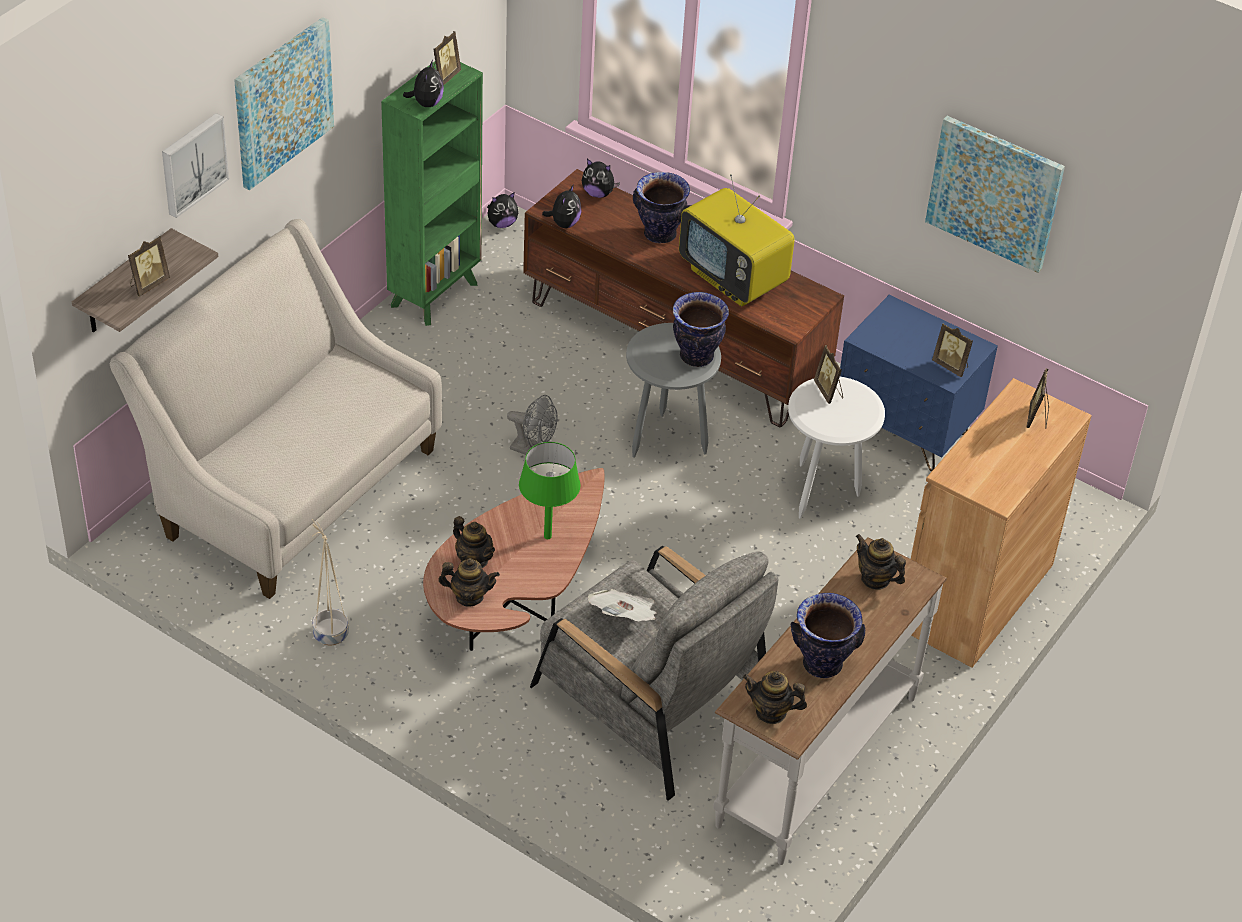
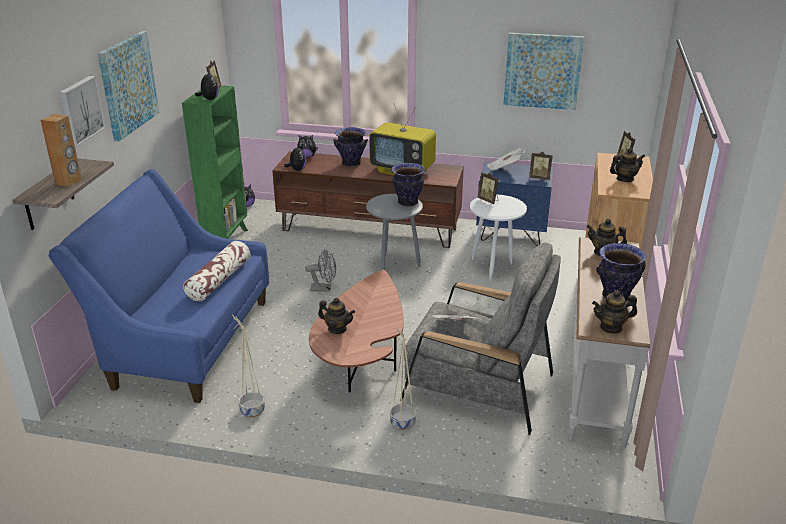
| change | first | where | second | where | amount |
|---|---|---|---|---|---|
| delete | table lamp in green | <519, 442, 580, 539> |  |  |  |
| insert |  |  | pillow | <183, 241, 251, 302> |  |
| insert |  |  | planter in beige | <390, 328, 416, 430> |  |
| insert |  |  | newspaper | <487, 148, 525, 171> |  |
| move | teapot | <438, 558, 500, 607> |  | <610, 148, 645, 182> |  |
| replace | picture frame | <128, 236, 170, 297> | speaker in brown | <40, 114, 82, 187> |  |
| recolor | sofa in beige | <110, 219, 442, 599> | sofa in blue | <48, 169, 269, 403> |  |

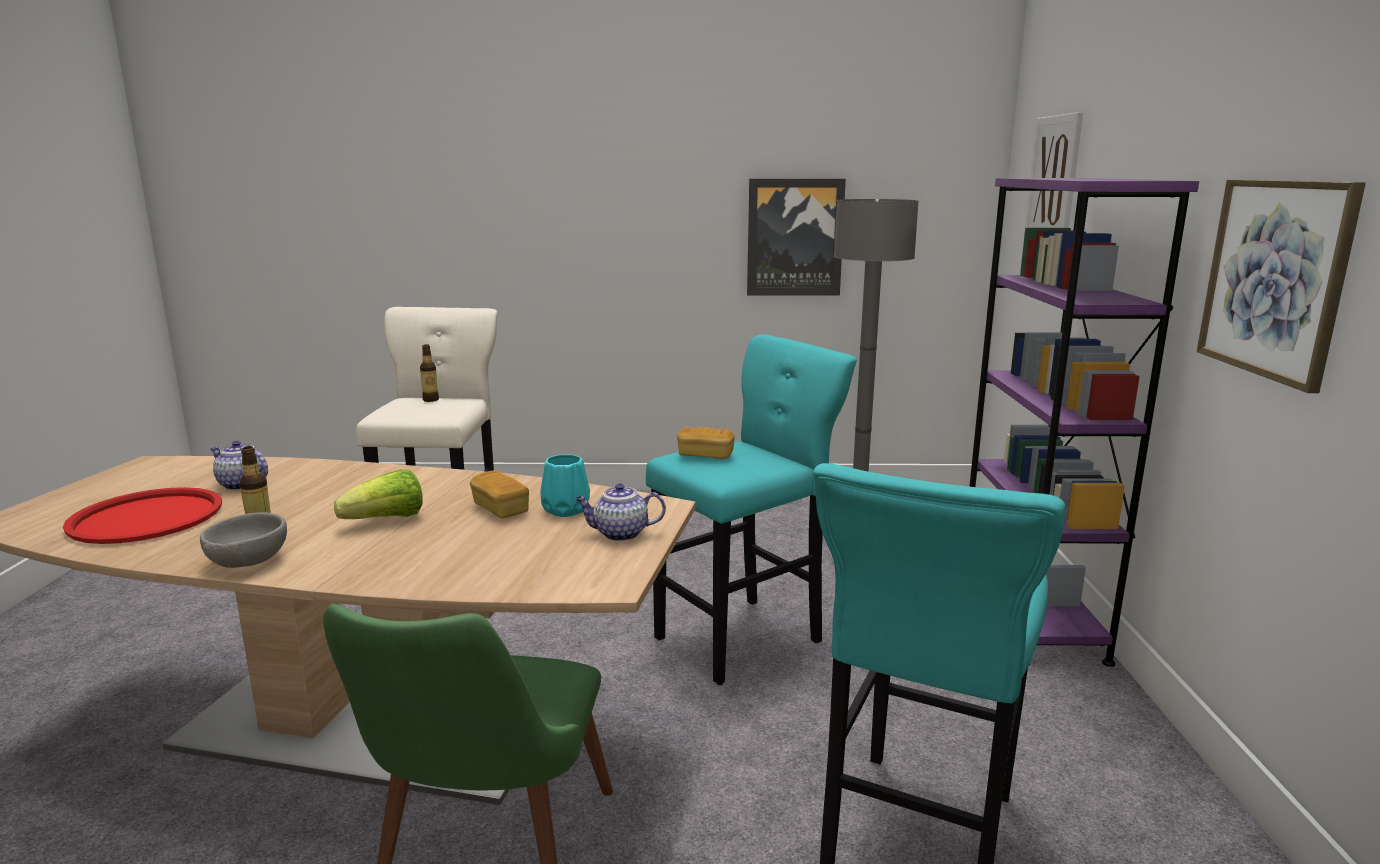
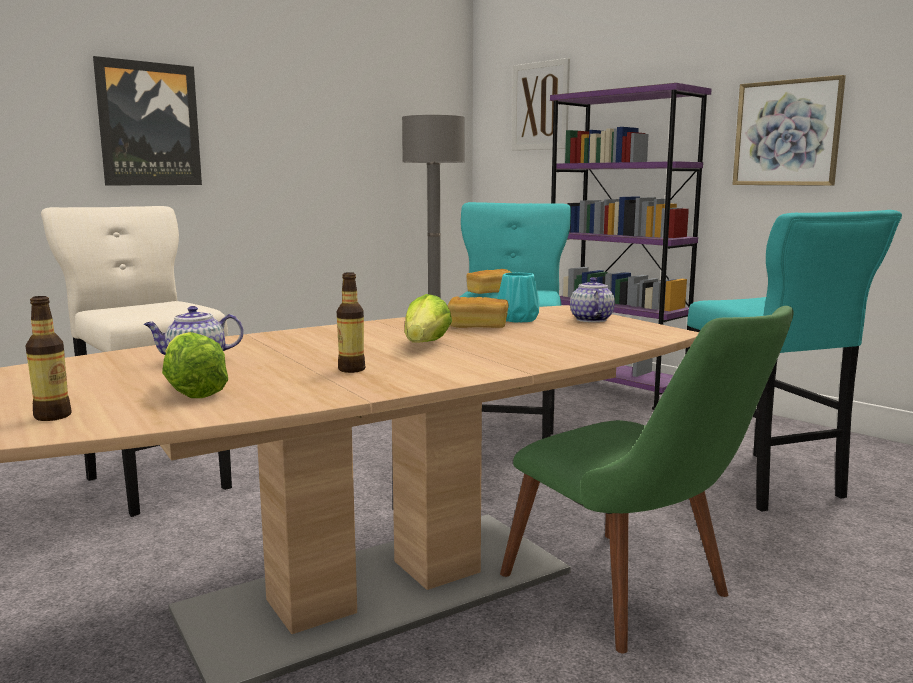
| change | first | where | second | where | amount |
|---|---|---|---|---|---|
| delete | bowl in grey | <200, 513, 287, 568> |  |  |  |
| move | bottle | <420, 345, 439, 402> |  | <25, 296, 71, 421> |  |
| move | picture | <747, 179, 846, 296> |  | <93, 56, 202, 186> |  |
| replace | tray in red | <63, 487, 222, 544> | lettuce | <162, 332, 228, 398> |  |
| rotate | teapot | <575, 483, 666, 541> |  | <570, 277, 615, 322> | 135 degrees clockwise |

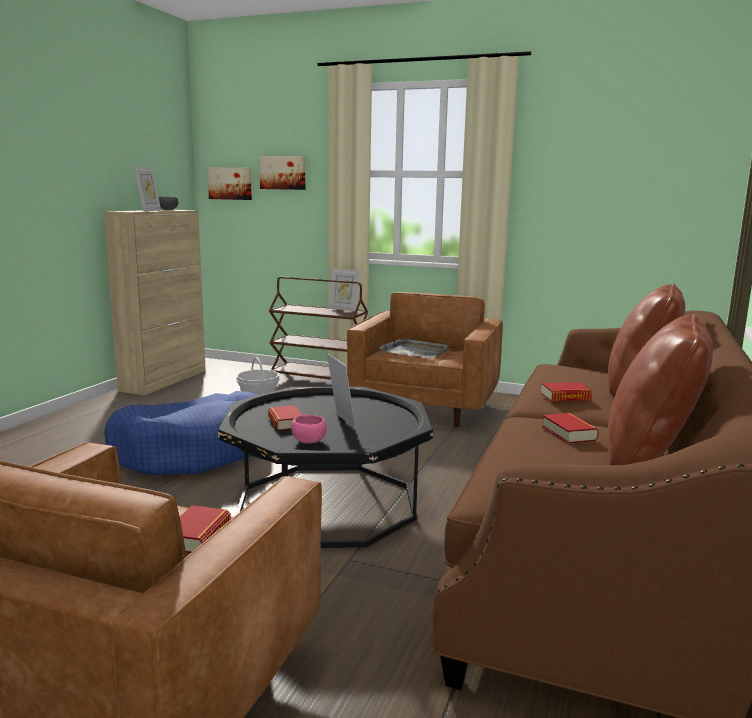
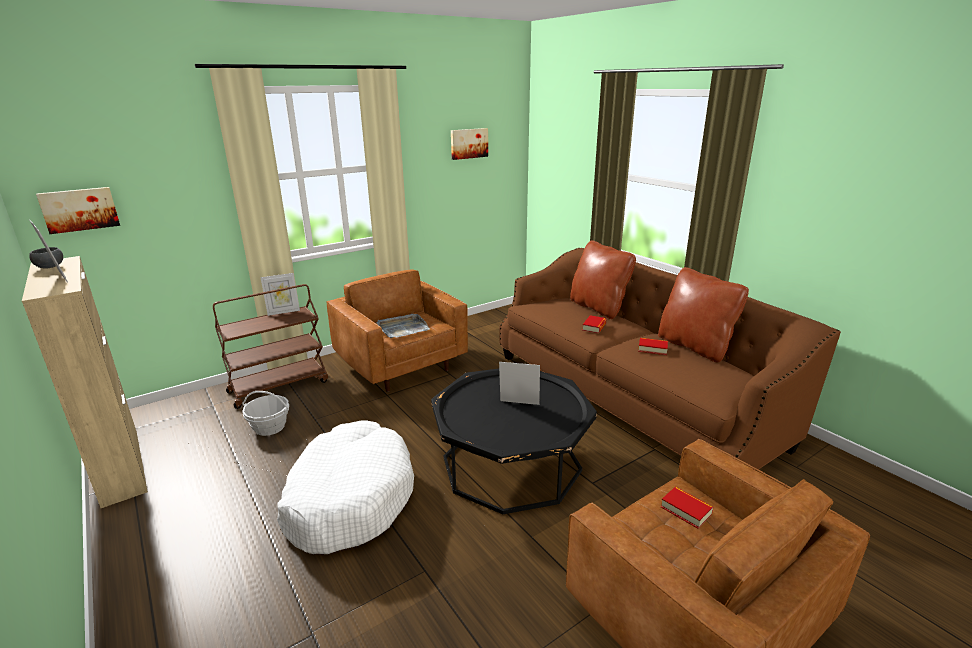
| change | first | where | second | where | amount |
|---|---|---|---|---|---|
| delete | book | <268, 405, 302, 431> |  |  |  |
| delete | bowl in pink | <291, 415, 327, 444> |  |  |  |
| move | picture | <259, 156, 305, 190> |  | <451, 128, 488, 160> |  |
| recolor | dog bed in blue | <104, 391, 258, 475> | dog bed in white | <277, 420, 414, 554> |  |

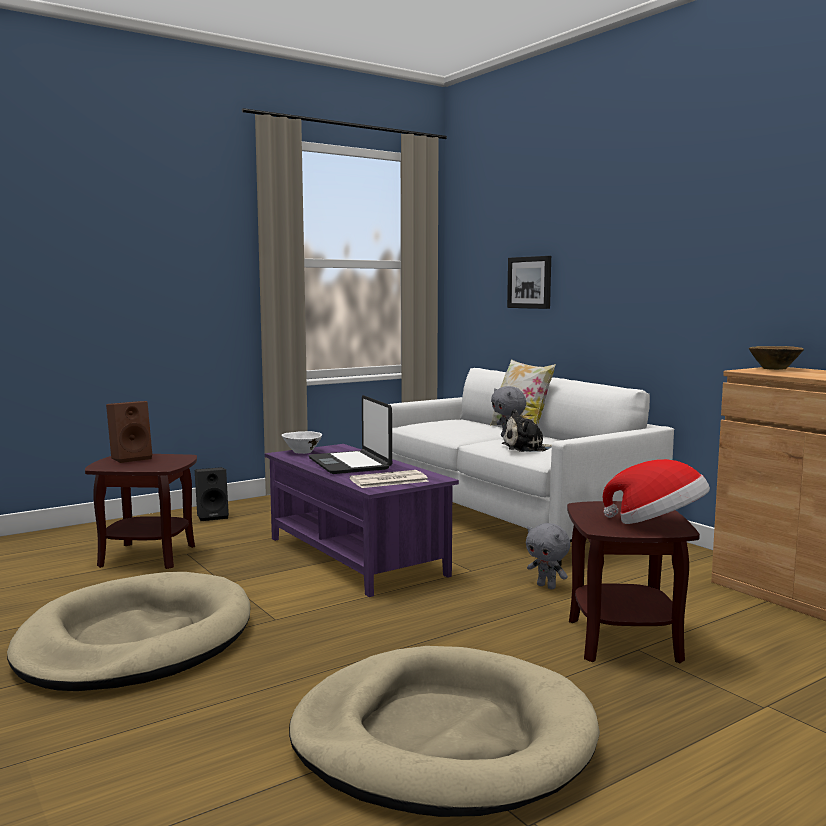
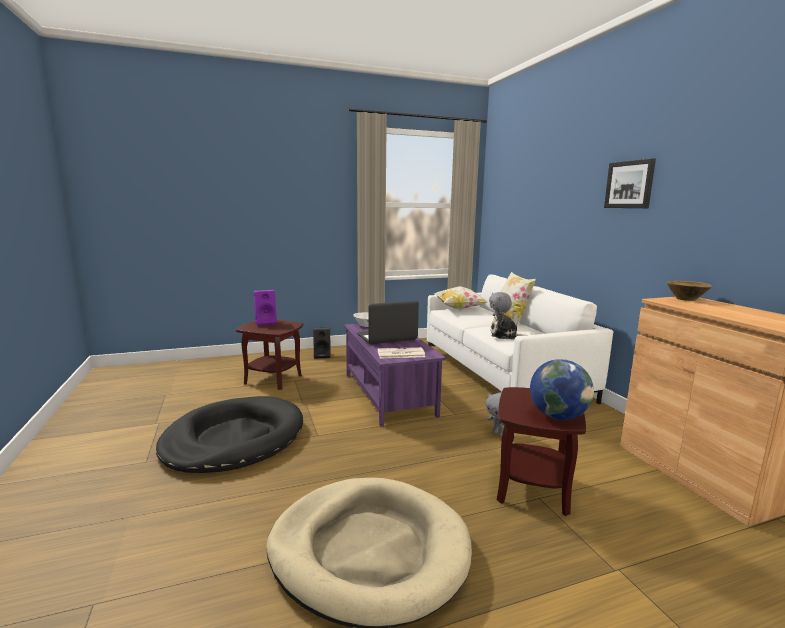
| change | first | where | second | where | amount |
|---|---|---|---|---|---|
| insert |  |  | pillow | <434, 286, 488, 310> |  |
| move | picture | <507, 256, 551, 309> |  | <604, 158, 656, 208> |  |
| replace | hat | <602, 459, 710, 524> | globe | <530, 359, 594, 420> |  |
| recolor | dog bed in beige | <7, 572, 250, 691> | dog bed in black | <156, 396, 303, 473> |  |
| recolor | speaker in brown | <106, 401, 152, 463> | speaker in purple | <254, 290, 277, 326> |  |
| rotate | laptop | <308, 395, 392, 474> |  | <357, 301, 419, 344> | 75 degrees clockwise |

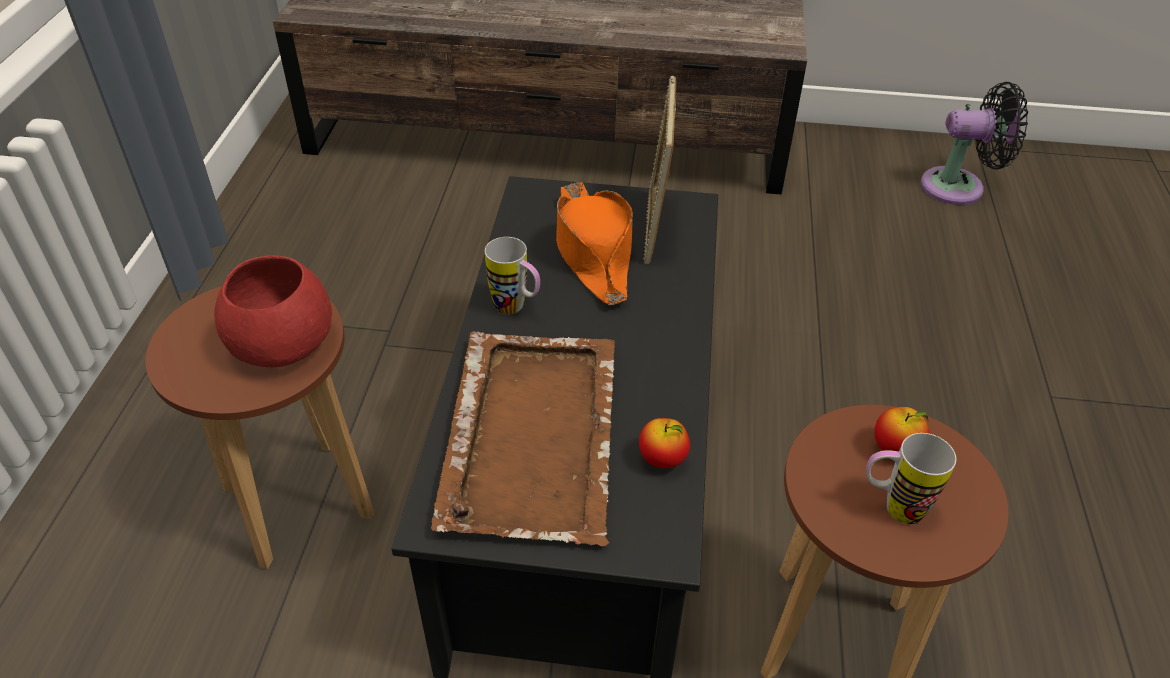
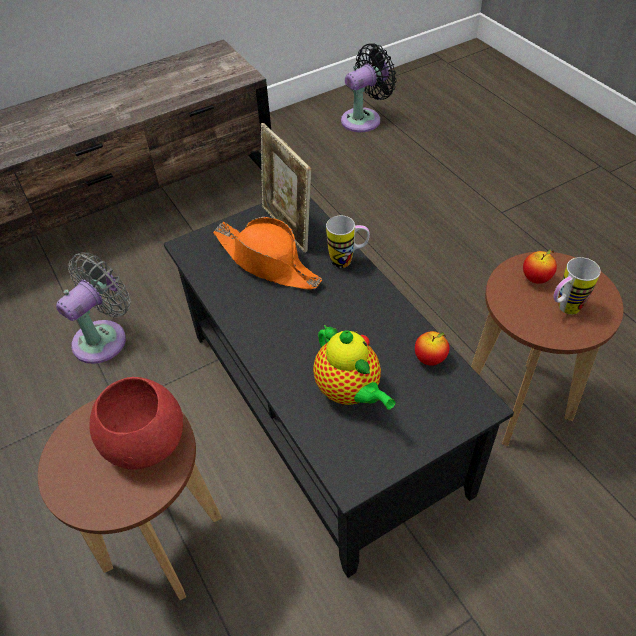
| change | first | where | second | where | amount |
|---|---|---|---|---|---|
| insert |  |  | fan in grey | <56, 252, 131, 364> |  |
| move | mug | <485, 237, 540, 314> |  | <326, 215, 370, 268> |  |
| replace | tray in brown | <431, 331, 615, 546> | teapot | <313, 325, 396, 410> |  |

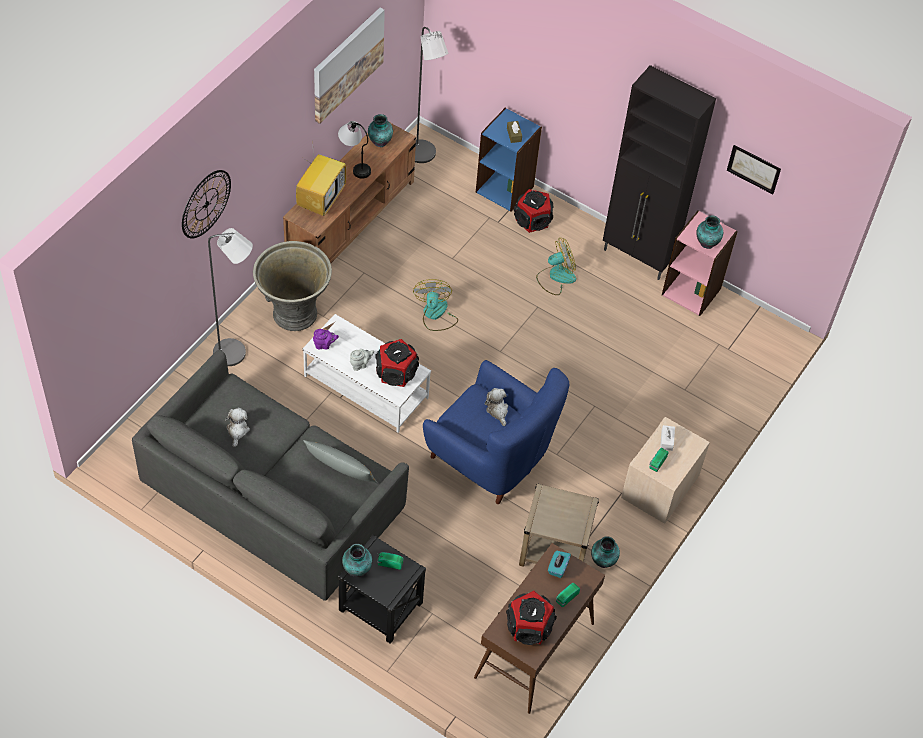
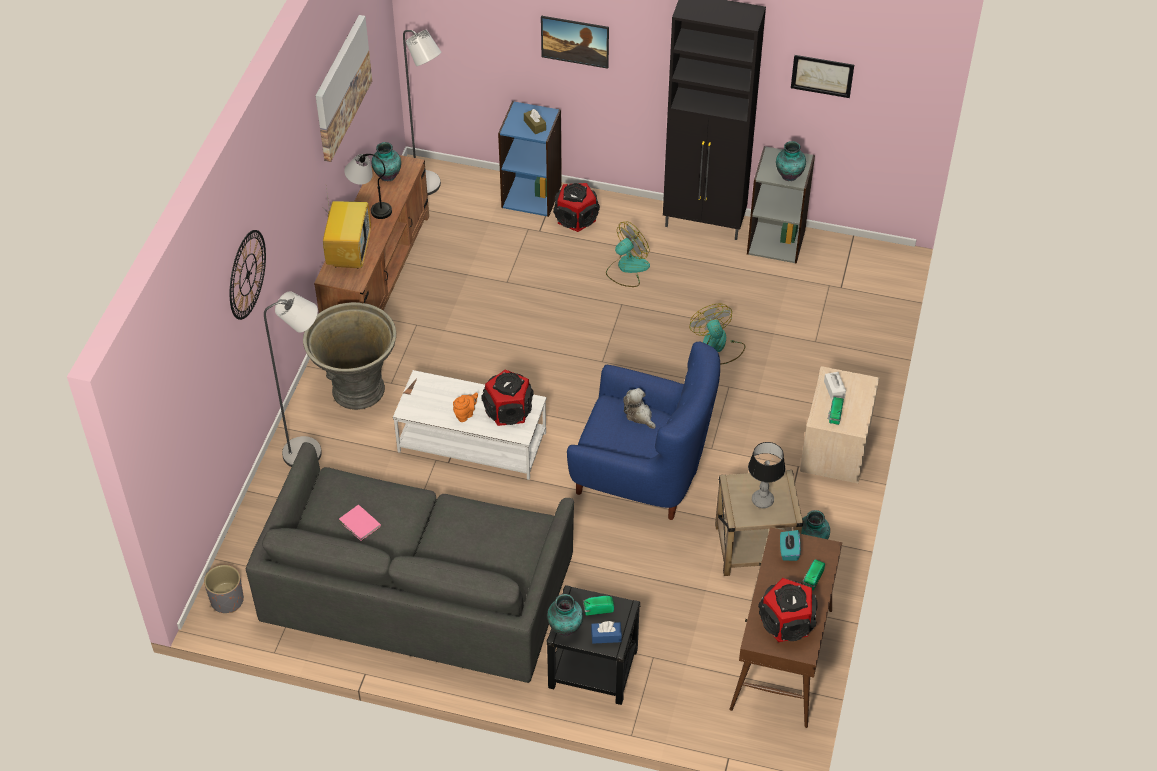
| change | first | where | second | where | amount |
|---|---|---|---|---|---|
| delete | pillow in grey | <303, 440, 377, 484> |  |  |  |
| delete | teapot in purple | <313, 329, 339, 350> |  |  |  |
| insert |  |  | planter in grey | <204, 565, 244, 613> |  |
| insert |  |  | picture | <541, 16, 609, 69> |  |
| insert |  |  | tissue box in blue | <591, 621, 622, 644> |  |
| insert |  |  | table lamp | <748, 442, 785, 508> |  |
| move | fan | <413, 279, 458, 331> |  | <689, 304, 745, 365> |  |
| replace | plush toy | <225, 407, 250, 447> | book in pink | <339, 504, 381, 541> |  |
| recolor | teapot in grey | <350, 349, 374, 371> | teapot in orange | <453, 392, 478, 422> |  |
| recolor | bookcase in pink | <662, 210, 738, 316> | bookcase in grey | <747, 146, 815, 264> |  |

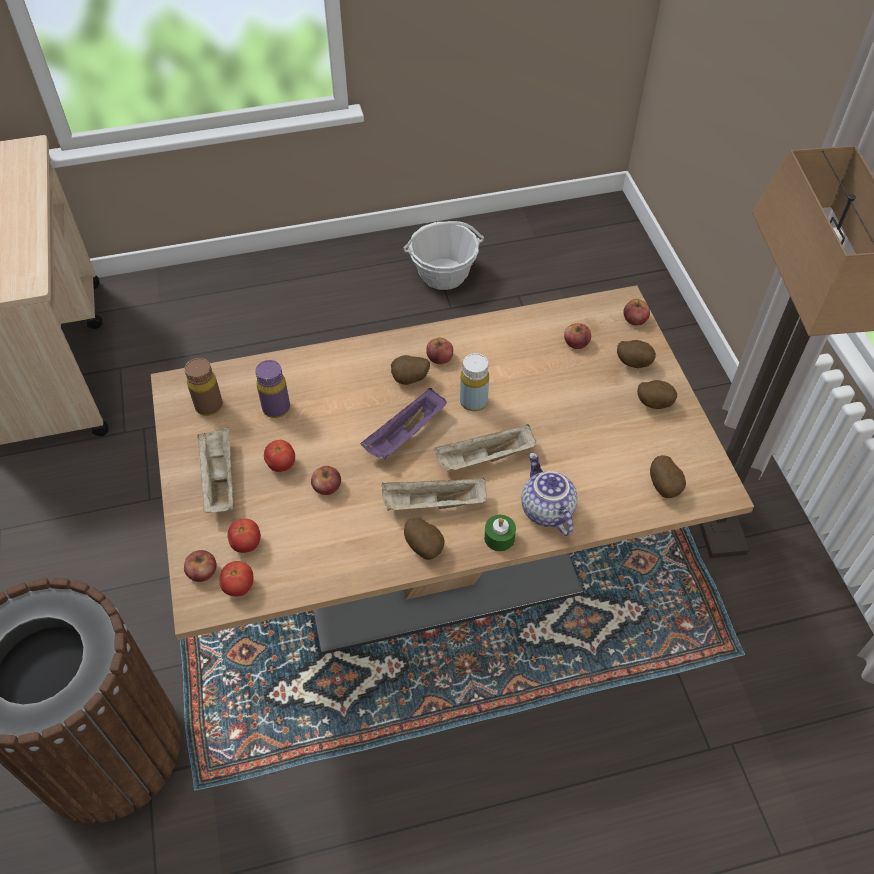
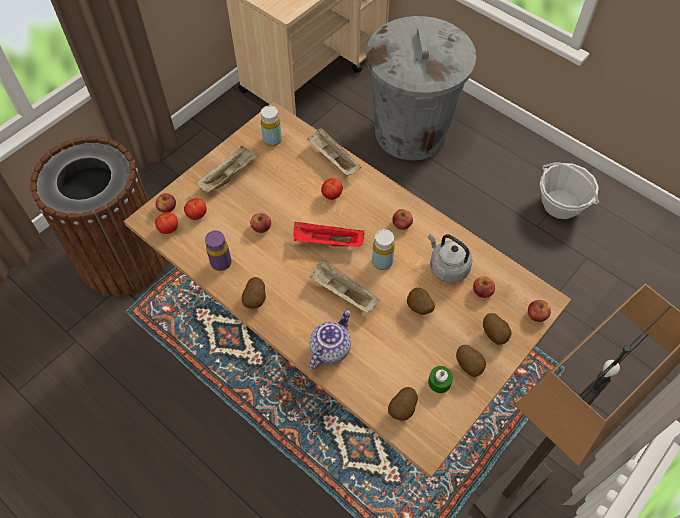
| change | first | where | second | where | amount |
|---|---|---|---|---|---|
| insert |  |  | trash can in grey | <366, 16, 476, 160> |  |
| insert |  |  | kettle in grey | <428, 233, 473, 283> |  |
| move | bottle in purple | <255, 360, 290, 418> |  | <205, 230, 232, 271> |  |
| move | tomato | <264, 440, 295, 472> |  | <321, 178, 343, 200> |  |
| move | tray in beige | <382, 478, 487, 511> |  | <307, 127, 362, 175> |  |
| move | potato | <391, 355, 430, 385> |  | <407, 288, 435, 315> |  |
| move | candle in green | <484, 515, 516, 551> |  | <428, 366, 453, 393> |  |
| recolor | bottle in brown | <185, 358, 223, 416> | bottle in yellow | <261, 106, 282, 146> |  |
| recolor | tray in purple | <361, 388, 447, 460> | tray in red | <293, 221, 365, 247> |  |

